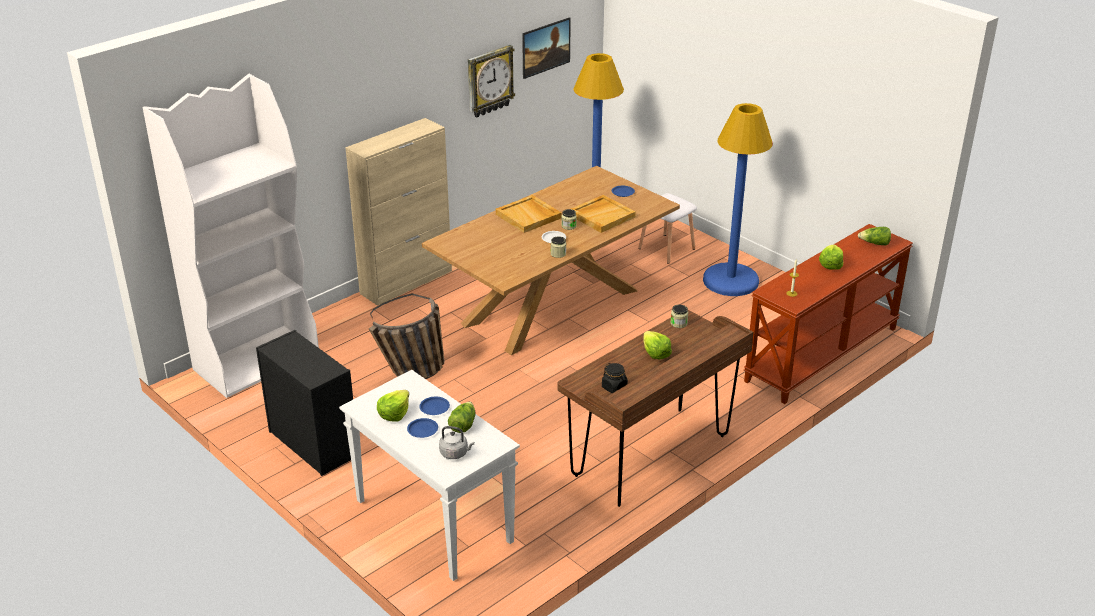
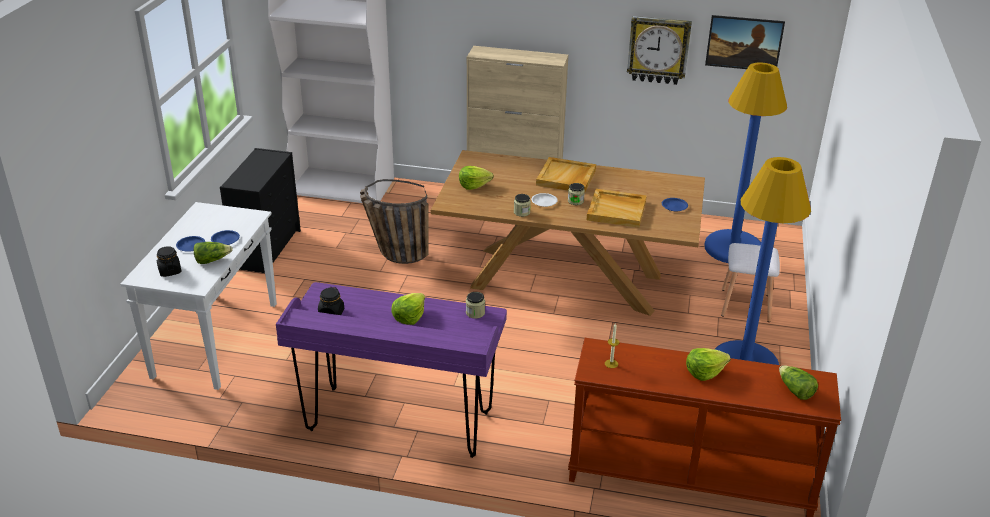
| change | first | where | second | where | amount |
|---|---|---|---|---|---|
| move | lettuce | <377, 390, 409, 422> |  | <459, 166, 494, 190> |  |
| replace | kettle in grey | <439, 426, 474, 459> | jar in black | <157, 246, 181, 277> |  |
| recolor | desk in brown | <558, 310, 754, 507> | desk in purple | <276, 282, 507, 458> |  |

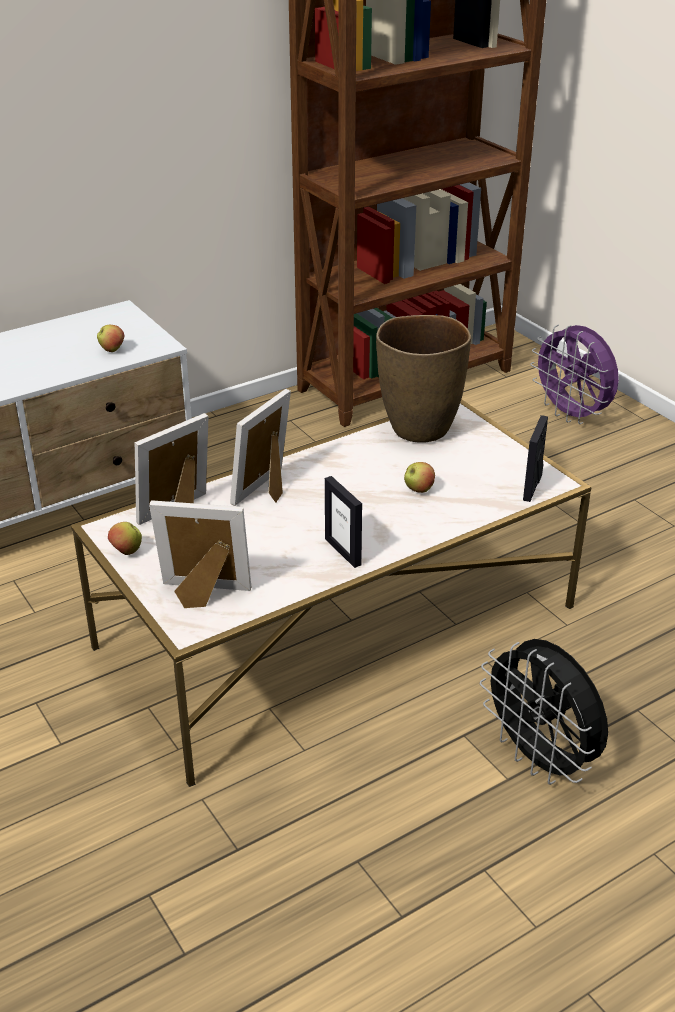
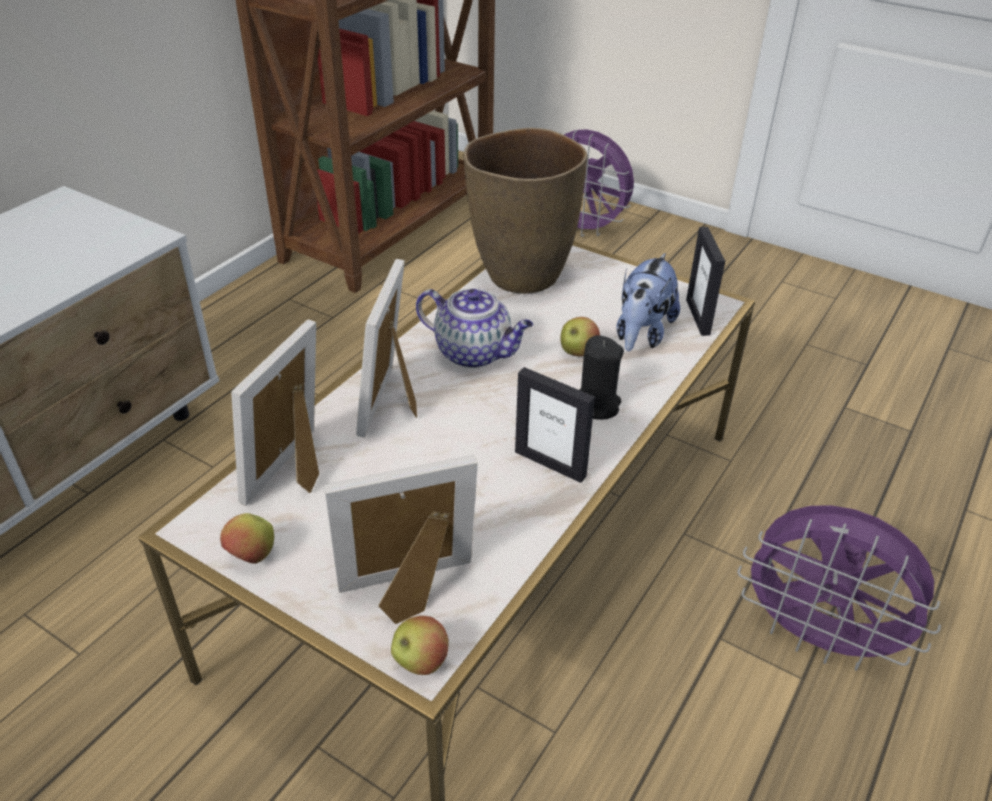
| change | first | where | second | where | amount |
|---|---|---|---|---|---|
| insert |  |  | teapot | <416, 288, 533, 368> |  |
| insert |  |  | candle in black | <580, 335, 624, 420> |  |
| insert |  |  | plush toy | <617, 253, 680, 351> |  |
| move | apple | <97, 325, 125, 352> |  | <391, 616, 449, 675> |  |
| recolor | fan in black | <480, 639, 608, 785> | fan in purple | <737, 505, 941, 671> |  |

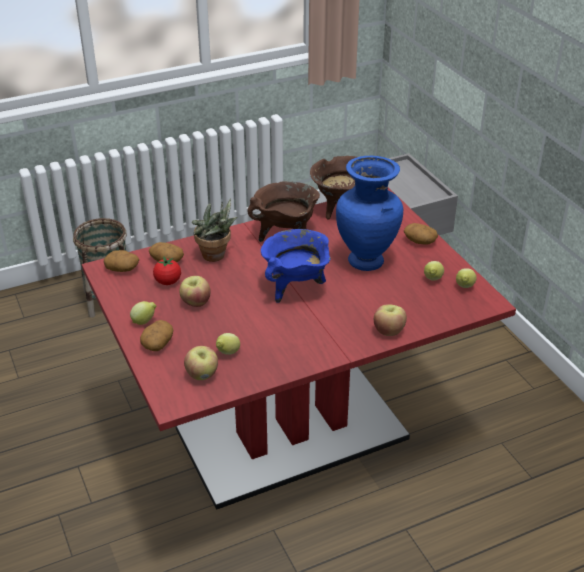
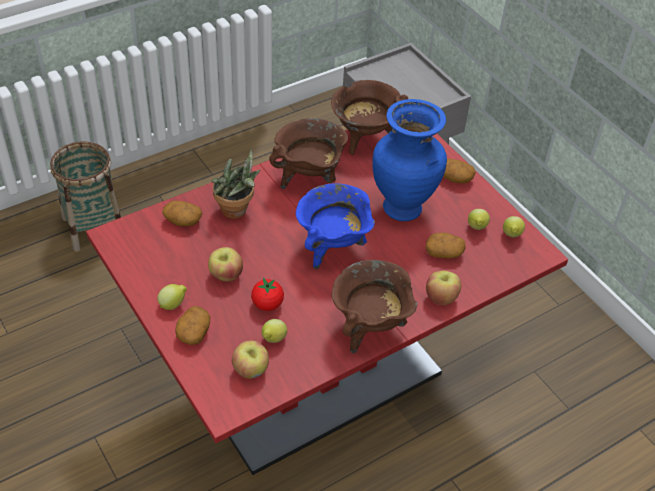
| change | first | where | second | where | amount |
|---|---|---|---|---|---|
| insert |  |  | cooking pot in brown | <331, 260, 418, 353> |  |
| move | potato | <104, 250, 139, 272> |  | <426, 232, 466, 258> |  |
| move | tomato | <153, 257, 181, 285> |  | <251, 278, 284, 311> |  |

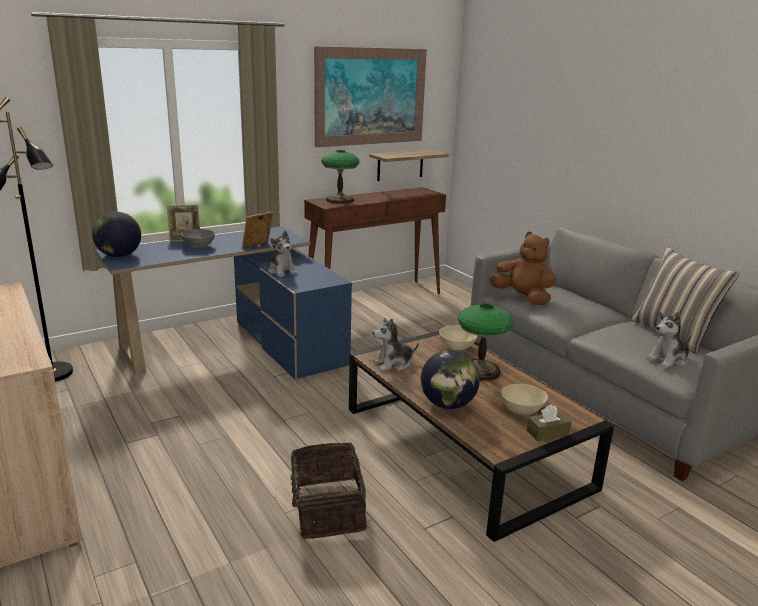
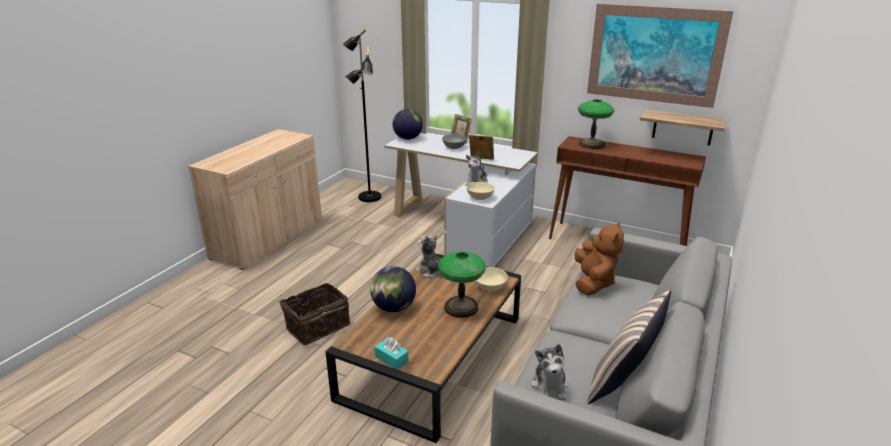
| change | first | where | second | where | amount |
|---|---|---|---|---|---|
| move | bowl in beige | <501, 384, 548, 415> |  | <467, 182, 495, 200> |  |
| recolor | desk in blue | <95, 226, 352, 380> | desk in white | <384, 133, 538, 267> |  |
| recolor | tissue box in brown | <526, 404, 572, 441> | tissue box in turquoise | <375, 337, 409, 370> |  |
| rotate | plush toy | <646, 312, 691, 368> |  | <531, 344, 568, 401> | 120 degrees counterclockwise |

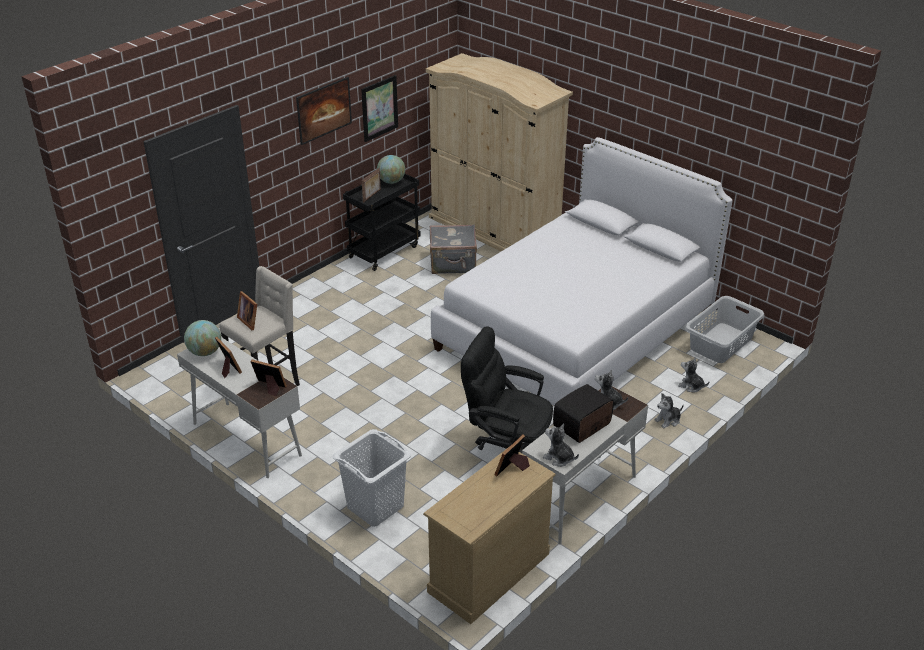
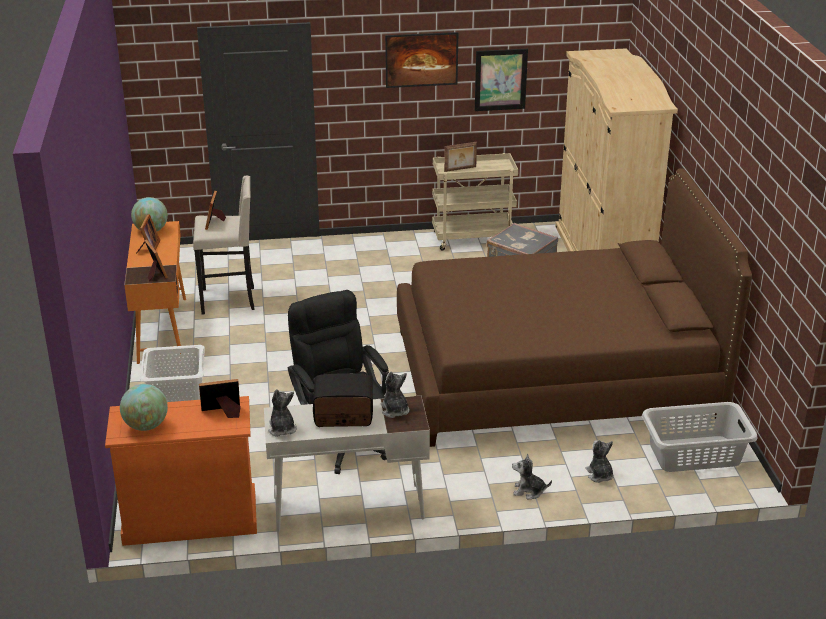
| change | first | where | second | where | amount |
|---|---|---|---|---|---|
| move | globe | <377, 155, 405, 184> |  | <120, 384, 168, 431> |  |
| recolor | desk in white | <177, 337, 302, 478> | desk in orange | <124, 221, 186, 364> |  |
| recolor | cart in black | <343, 174, 421, 271> | cart in beige | <432, 153, 518, 250> |  |
| recolor | dresser in beige | <423, 446, 555, 624> | dresser in orange | <105, 396, 257, 546> |  |
| recolor | bed in white | <431, 137, 733, 406> | bed in brown | <397, 168, 752, 447> |  |

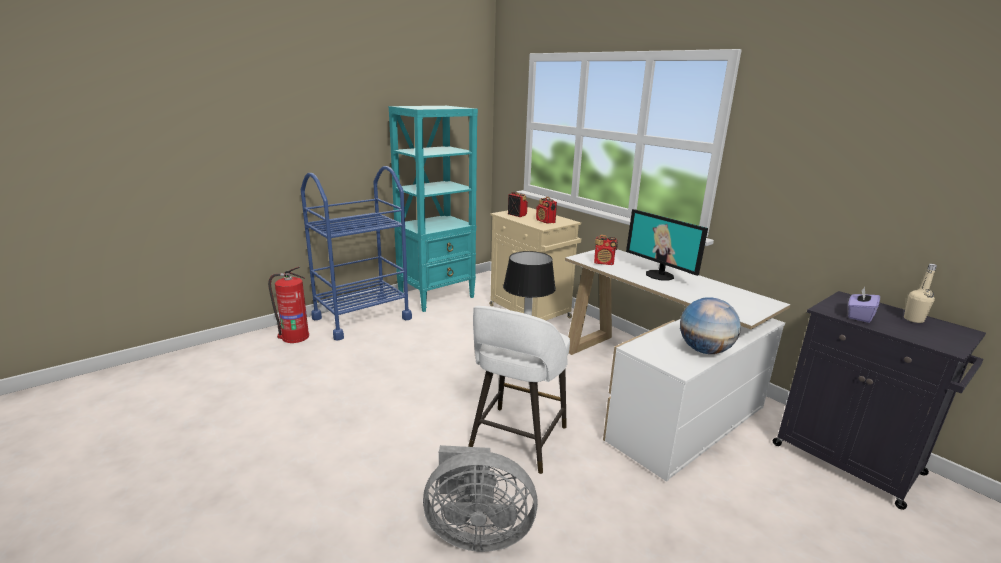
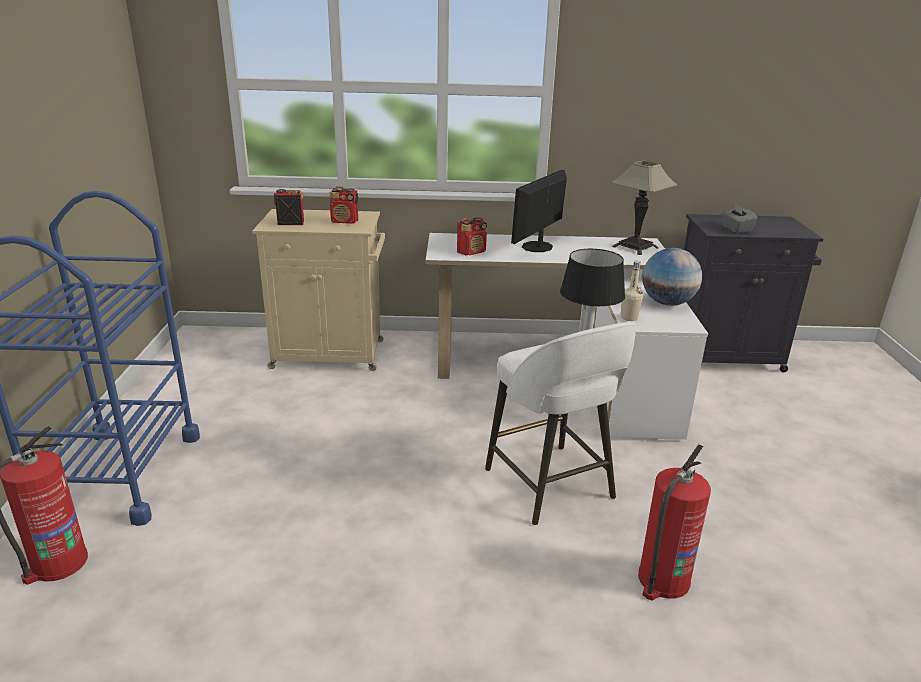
| change | first | where | second | where | amount |
|---|---|---|---|---|---|
| delete | bookcase in turquoise | <389, 106, 478, 312> |  |  |  |
| insert |  |  | table lamp | <611, 160, 678, 255> |  |
| move | bottle in beige | <904, 264, 937, 323> |  | <620, 261, 643, 321> |  |
| replace | fan in grey | <423, 445, 538, 552> | fire extinguisher | <638, 444, 711, 601> |  |
| recolor | tissue box in purple | <848, 286, 880, 323> | tissue box in grey | <721, 202, 757, 233> |  |
| rotate | monitor | <626, 209, 708, 281> |  | <511, 170, 567, 252> | 120 degrees clockwise |

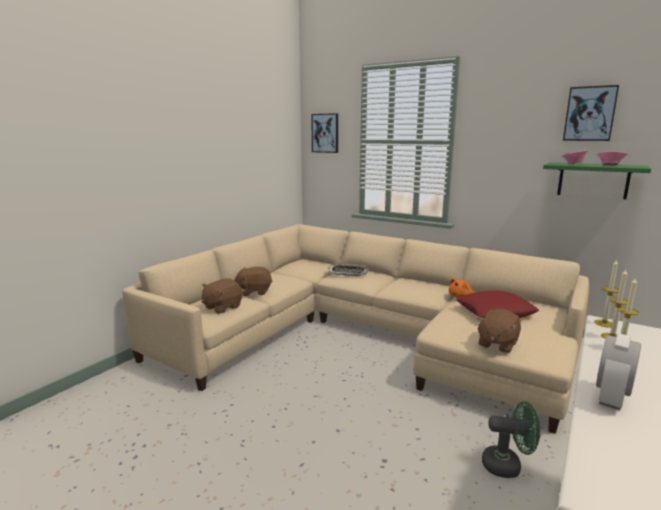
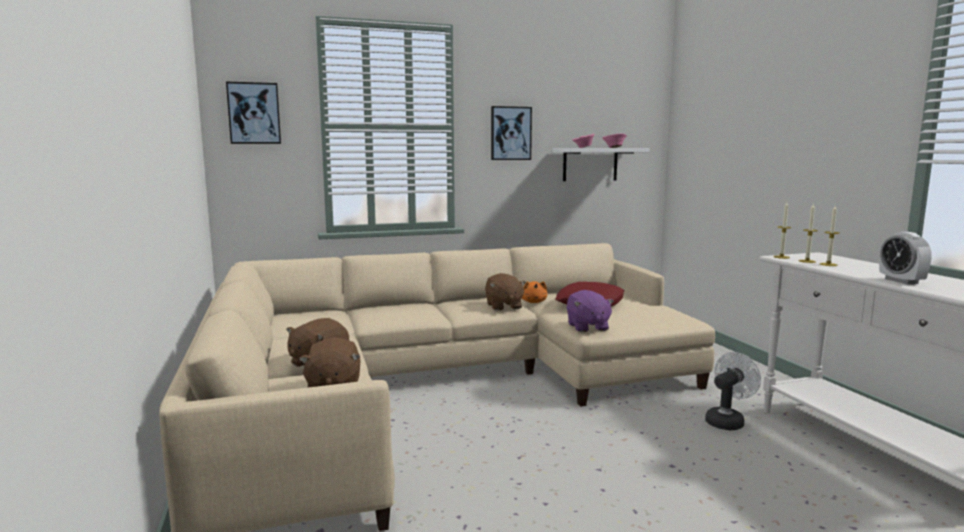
| change | first | where | second | where | amount |
|---|---|---|---|---|---|
| delete | tray | <328, 263, 369, 276> |  |  |  |
| insert |  |  | plush toy in purple | <567, 290, 614, 332> |  |
| move | plush toy in brown | <477, 309, 521, 353> |  | <485, 273, 526, 311> |  |
| move | picture | <563, 85, 619, 141> |  | <491, 106, 532, 160> |  |
| recolor | fan in green | <482, 401, 540, 478> | fan in white | <705, 352, 761, 430> |  |
| recolor | shelf in green | <543, 163, 651, 199> | shelf in white | <553, 148, 649, 181> |  |

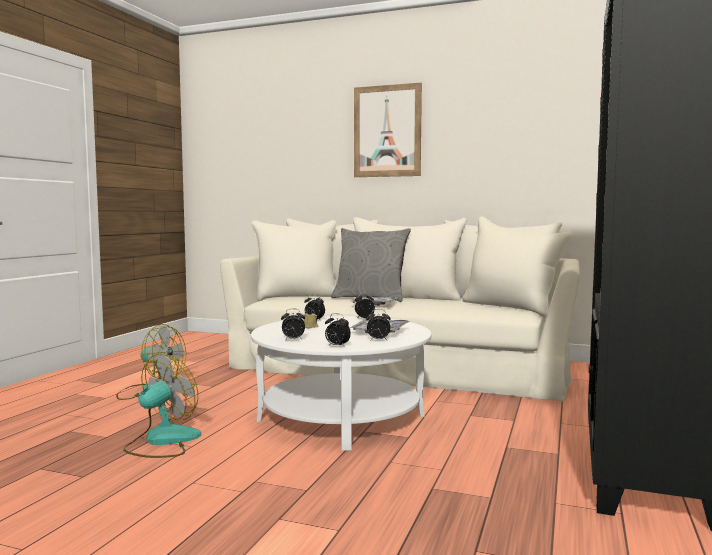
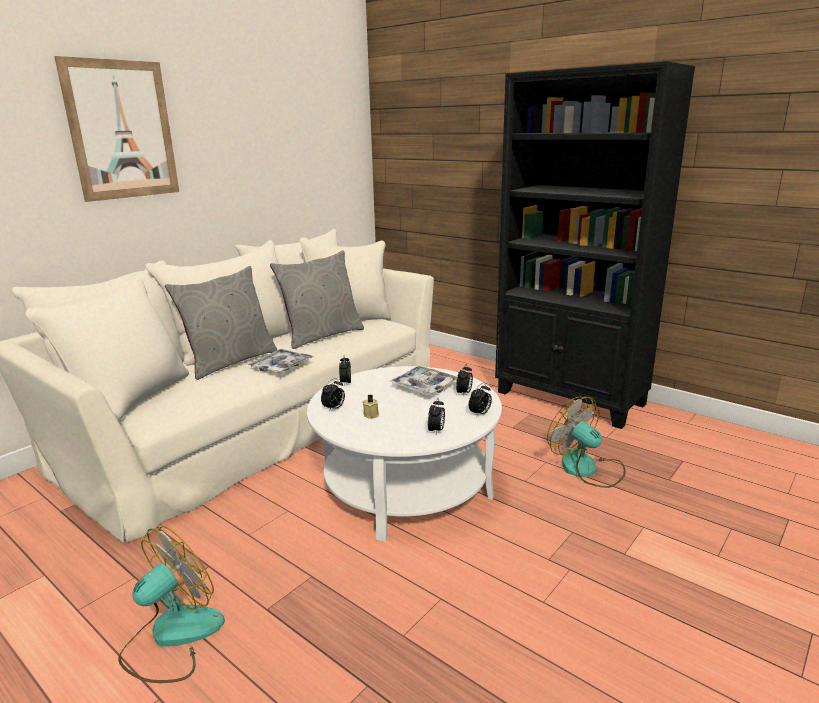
| change | first | where | second | where | amount |
|---|---|---|---|---|---|
| insert |  |  | pillow in grey | <270, 250, 364, 349> |  |
| move | fan | <123, 354, 201, 458> |  | <547, 396, 626, 488> |  |

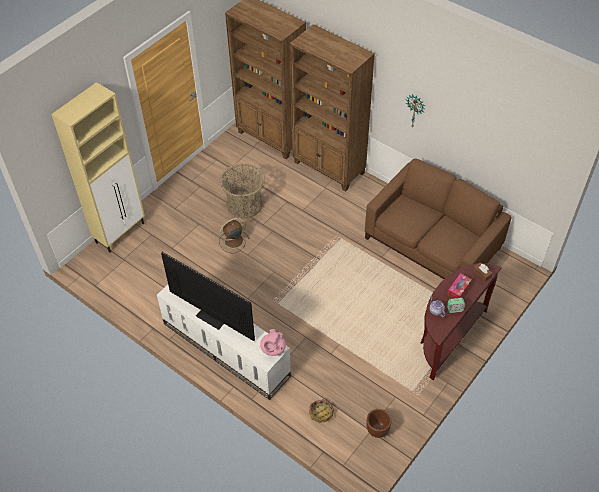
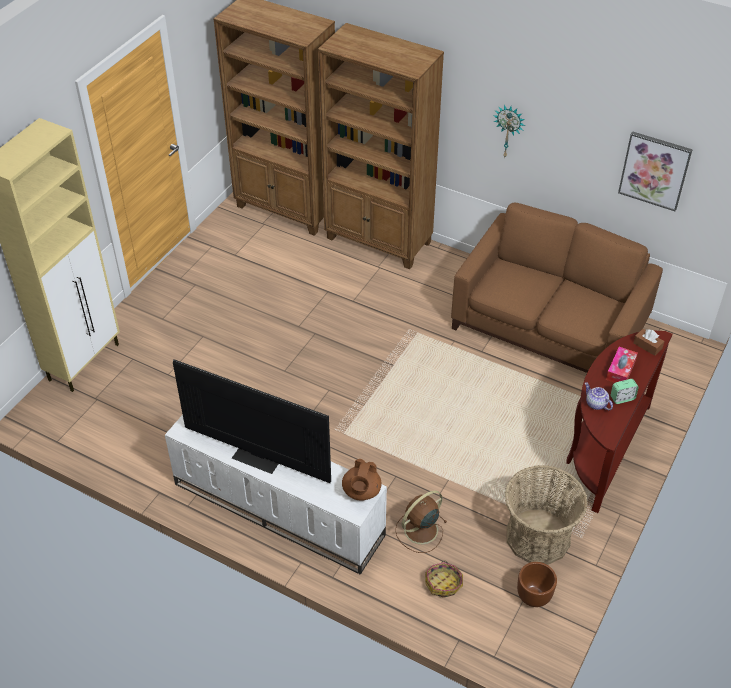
| change | first | where | second | where | amount |
|---|---|---|---|---|---|
| insert |  |  | picture | <618, 131, 693, 211> |  |
| move | fan in brown | <219, 218, 250, 253> |  | <395, 490, 447, 553> |  |
| move | basket | <220, 163, 265, 219> |  | <505, 466, 588, 565> |  |
| recolor | teapot in pink | <260, 329, 286, 356> | teapot in brown | <342, 459, 381, 501> |  |

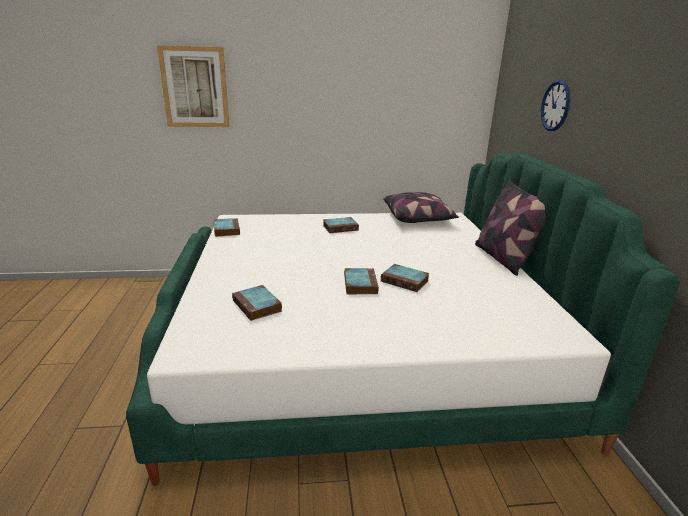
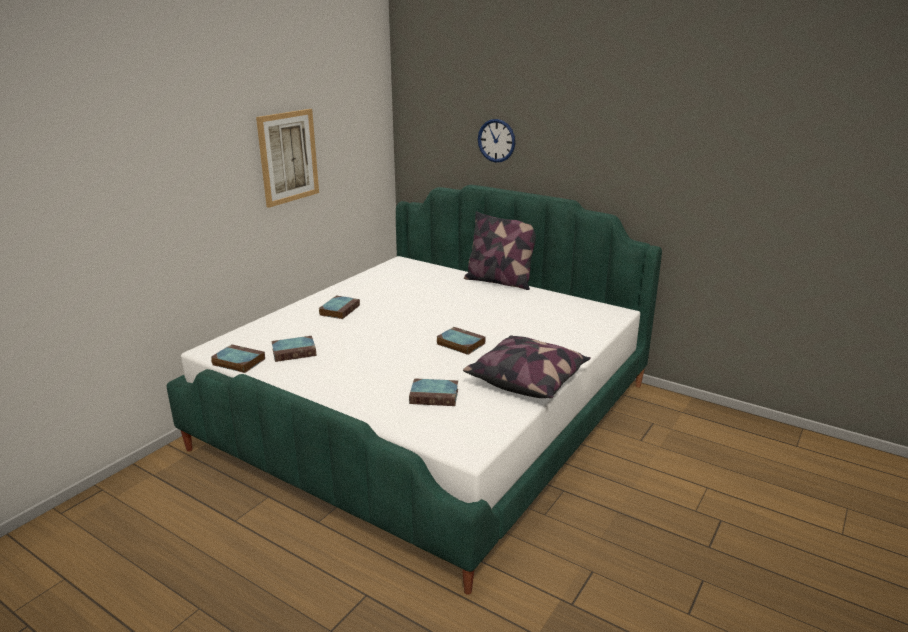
| change | first | where | second | where | amount |
|---|---|---|---|---|---|
| move | picture | <157, 45, 230, 127> |  | <256, 109, 319, 208> |  |
| move | book | <381, 264, 430, 292> |  | <271, 336, 317, 362> |  |
| move | pillow | <383, 192, 459, 223> |  | <463, 335, 591, 398> |  |

